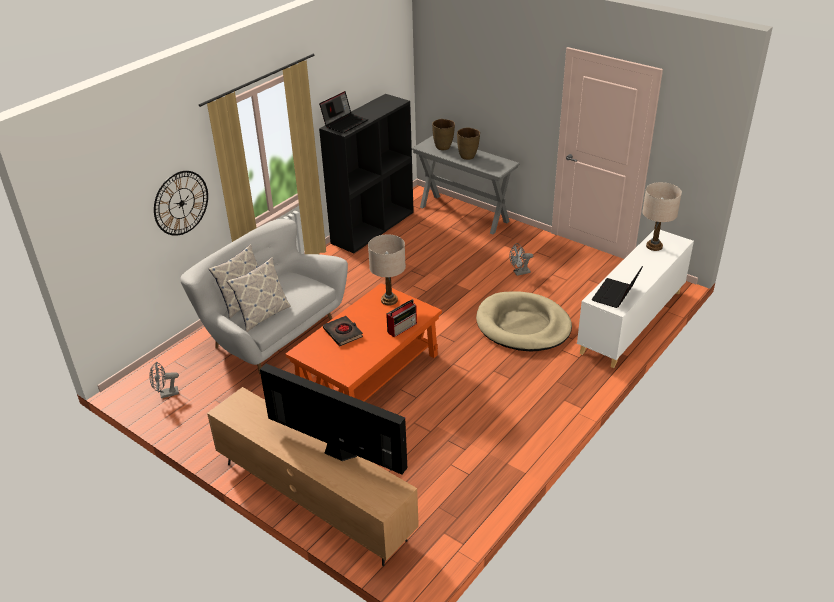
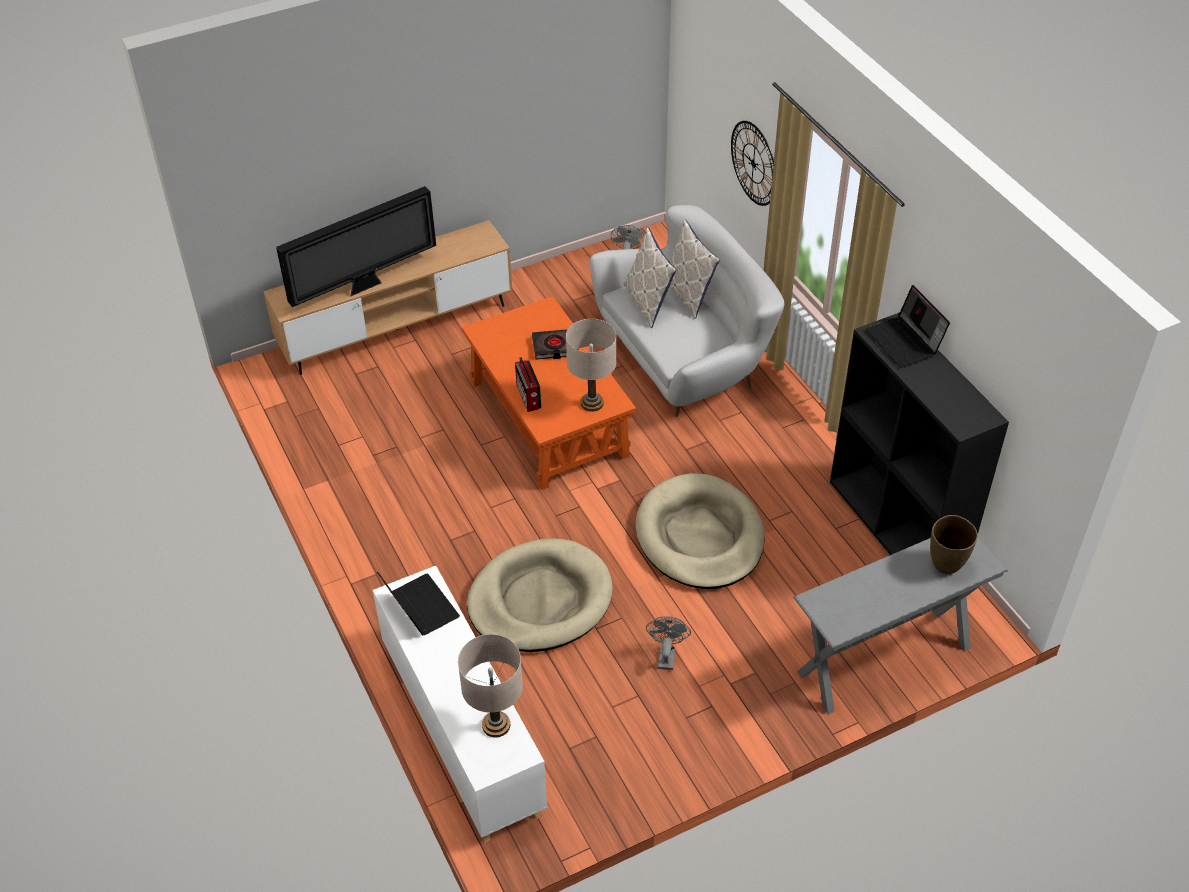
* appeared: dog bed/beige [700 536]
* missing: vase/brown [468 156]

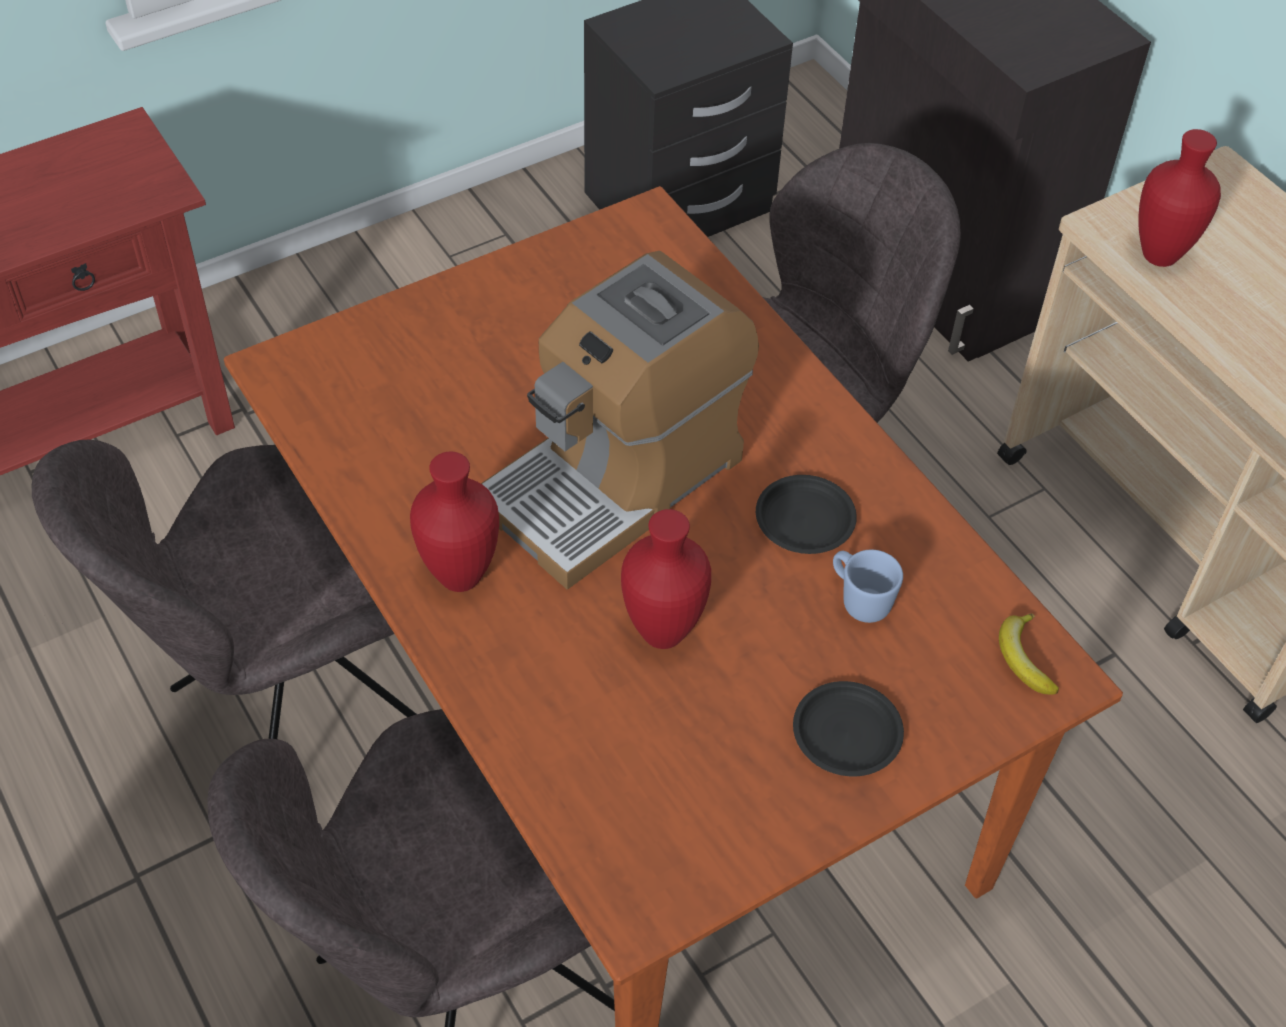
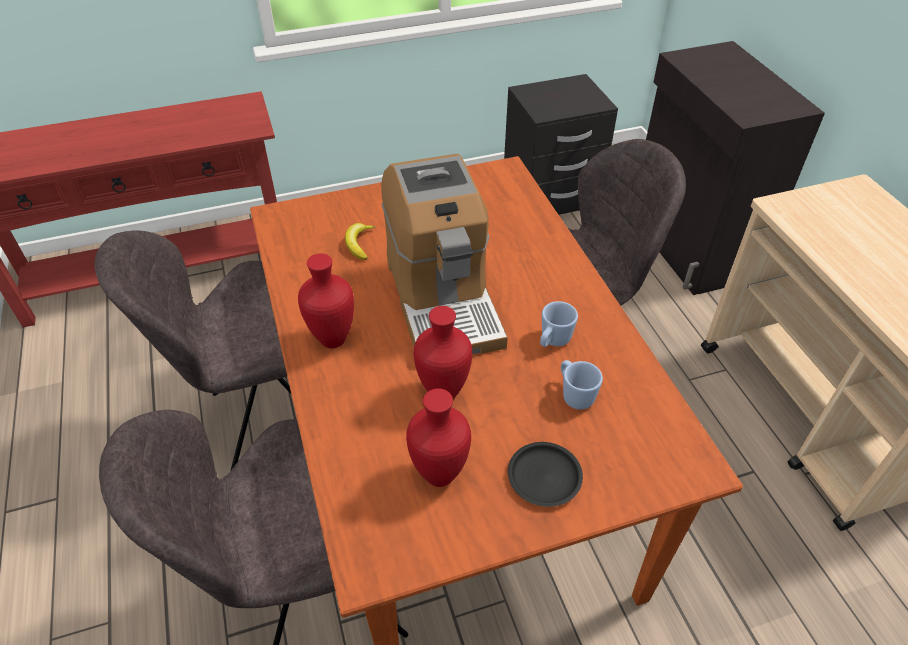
* relocated: banana [1023 658] to [359 244]
* spun: coffee machine [615 480] = [443 301] 75 degrees counterclockwise
* relocated: vase/red [1161 255] to [441 474]
* exchanged: plate/black [805 519] to mug/blue [553 341]

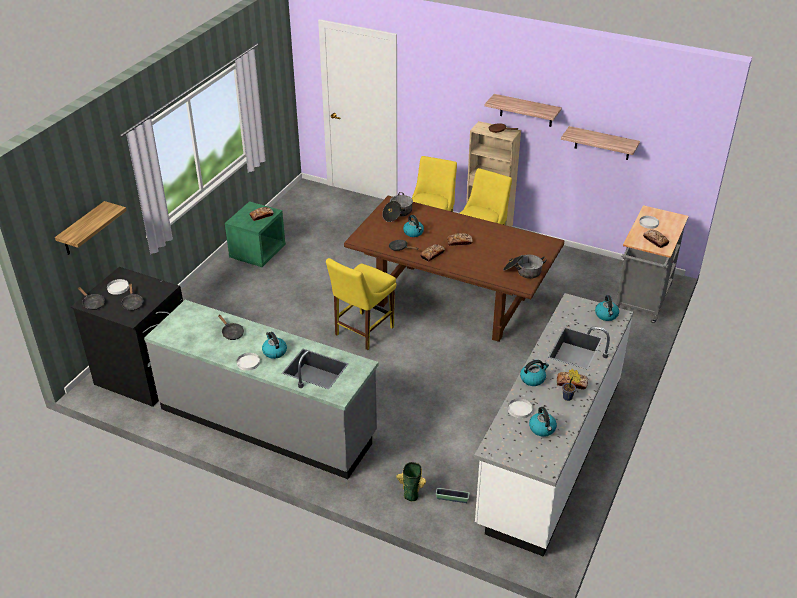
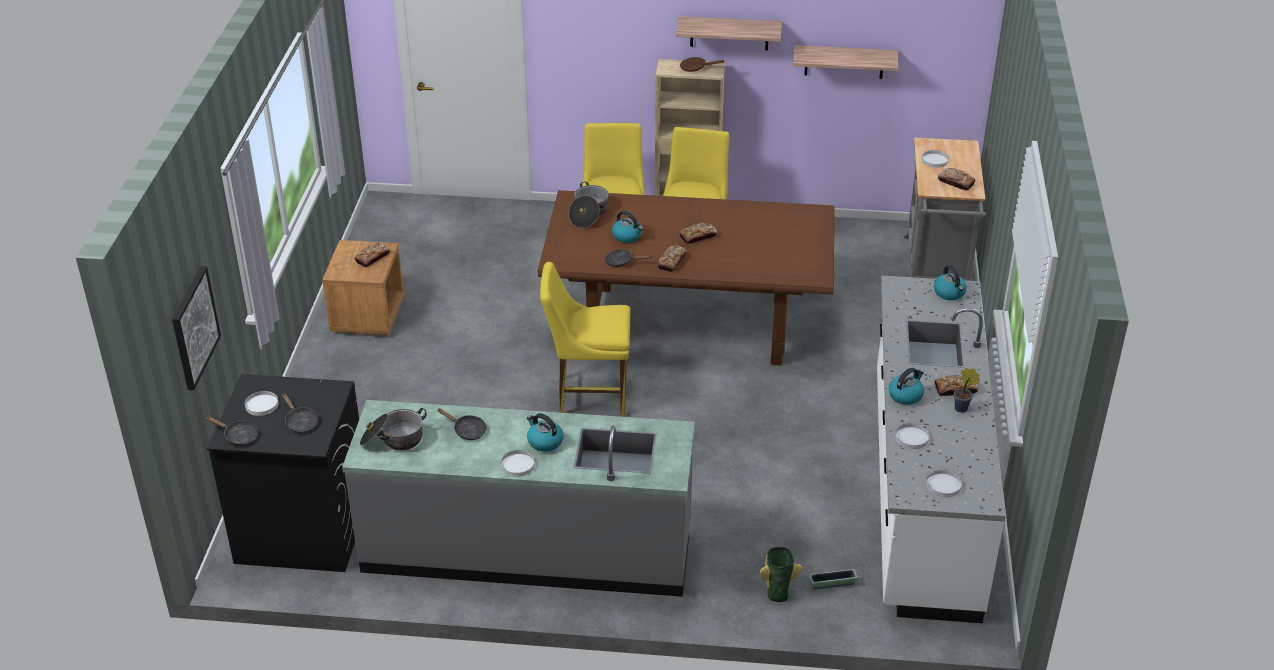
* exchanged: shelf [82 229] to picture [194 327]
* colour: nightstand/green [258 253] to nightstand/brown [367 316]
* relocated: cooking pot [523 271] to [393 439]
* spun: chair/yellow [362 332] = [588 395] 75 degrees clockwise
* appeared: plate/white [944 485]
* missing: kettle [542 429]

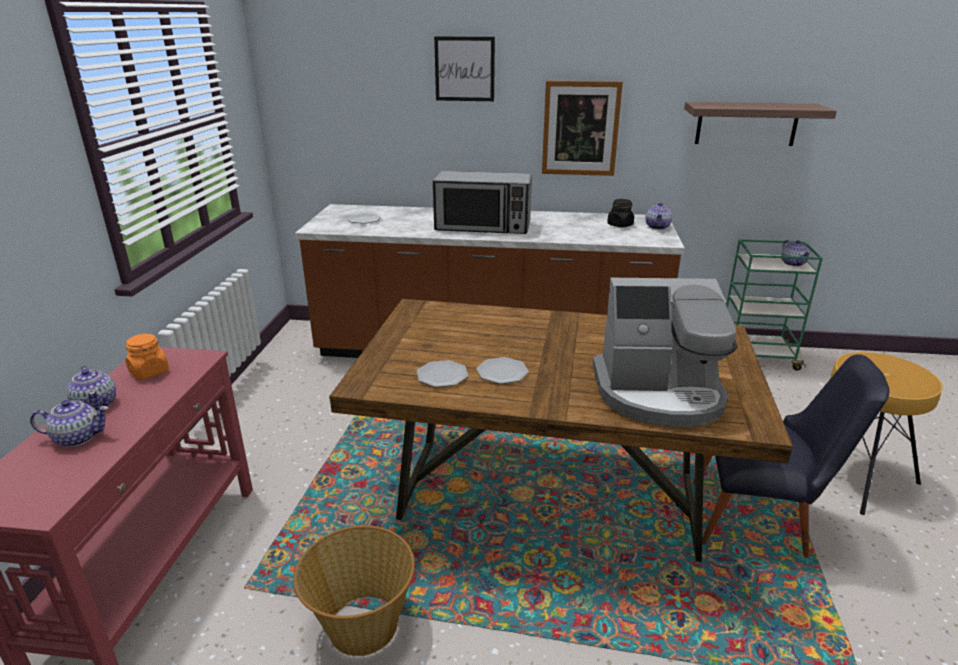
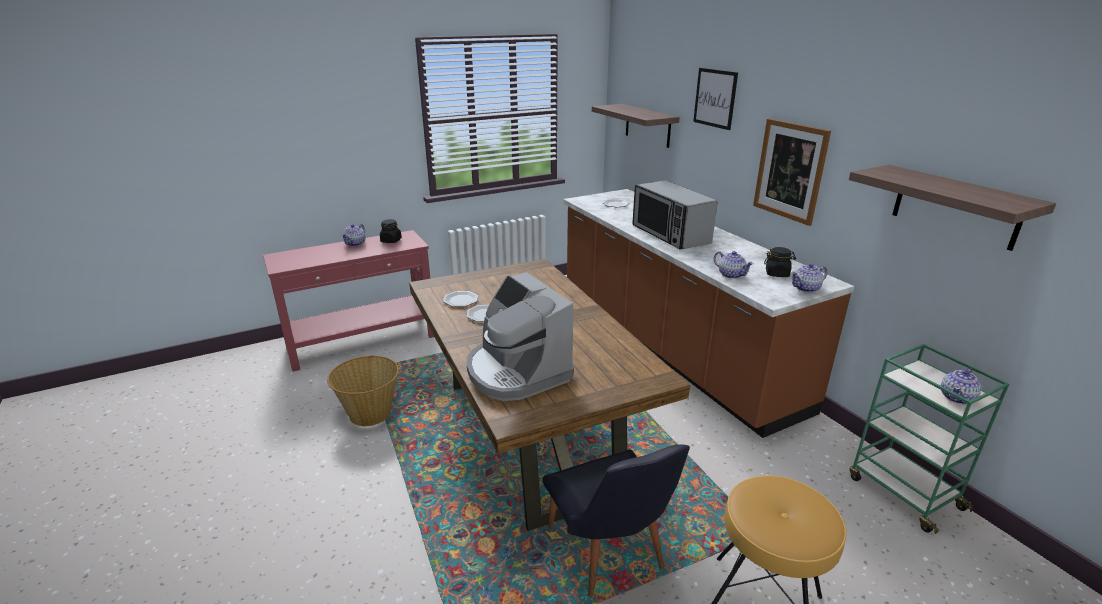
* colour: jar/orange [149 372] to jar/black [391 240]
* appeared: shelf [647 125]
* relocated: teapot [77 437] to [731 275]

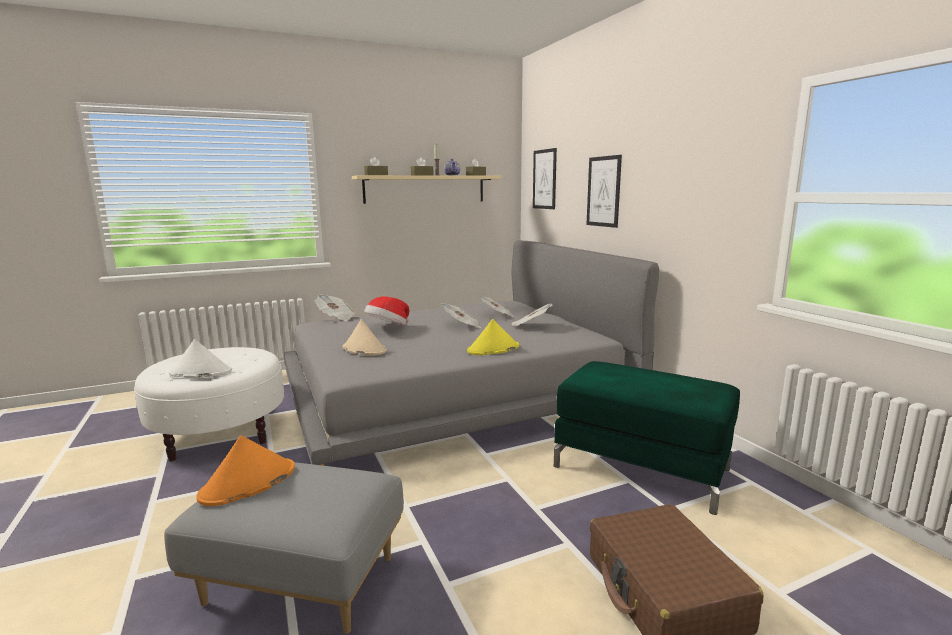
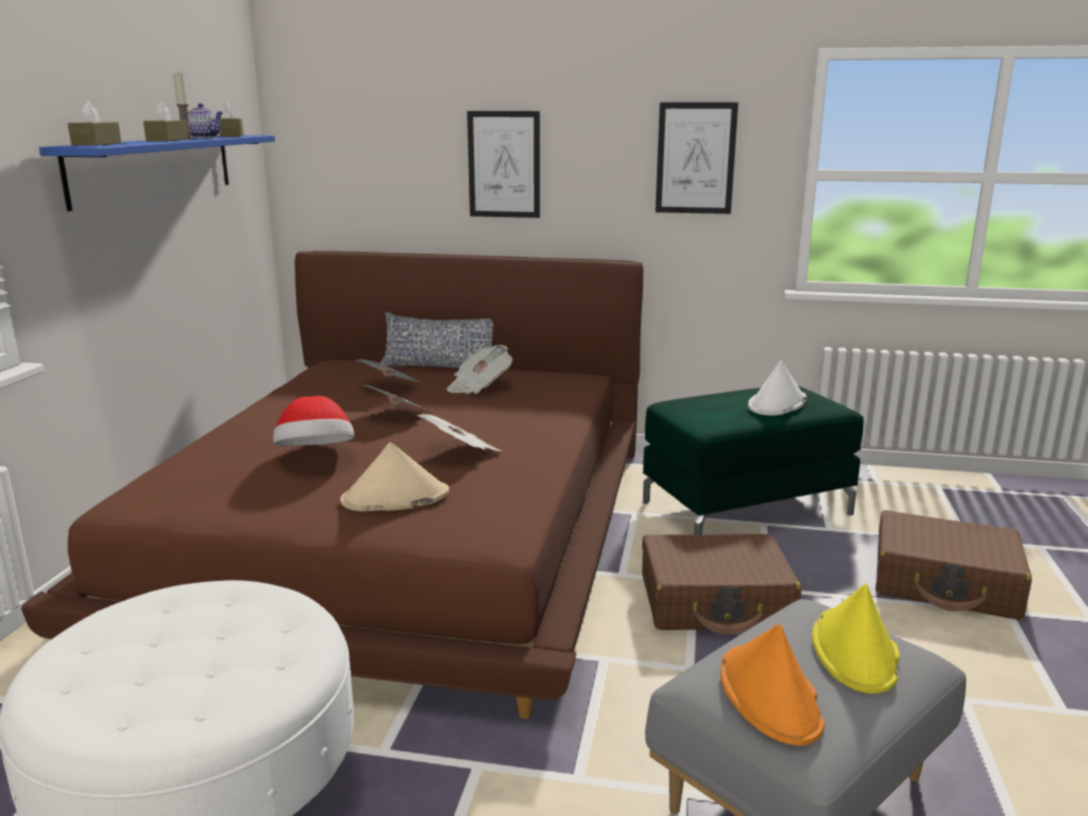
* colour: bed/grey [454 392] to bed/brown [406 532]
* colour: shelf/beige [425 189] to shelf/blue [154 168]
* appeared: pillow [439 366]
* relocated: newspaper [336 317] to [460 453]
* appeared: suitcase/brown [716 602]
* relocated: picture [544 179] to [695 158]
* relocated: hat/white [200 372] to [777 404]
* relocated: hat/yellow [493 349] to [855 651]

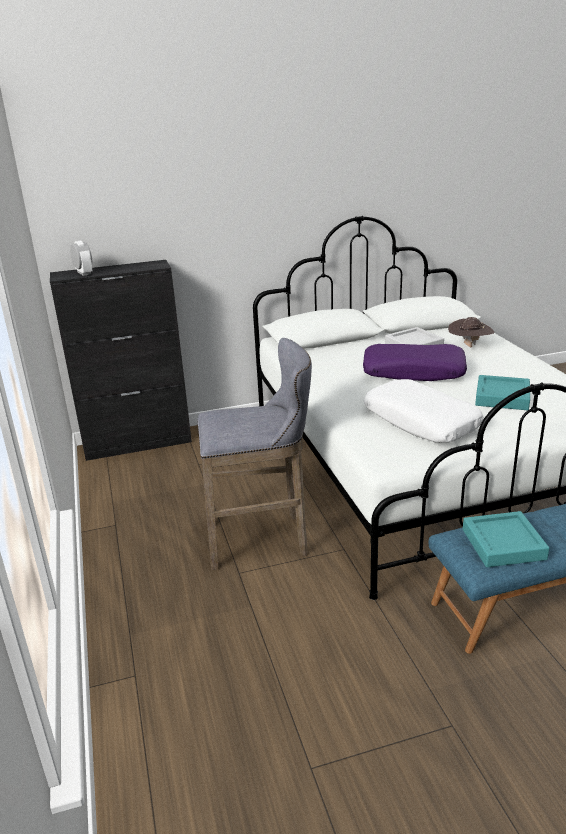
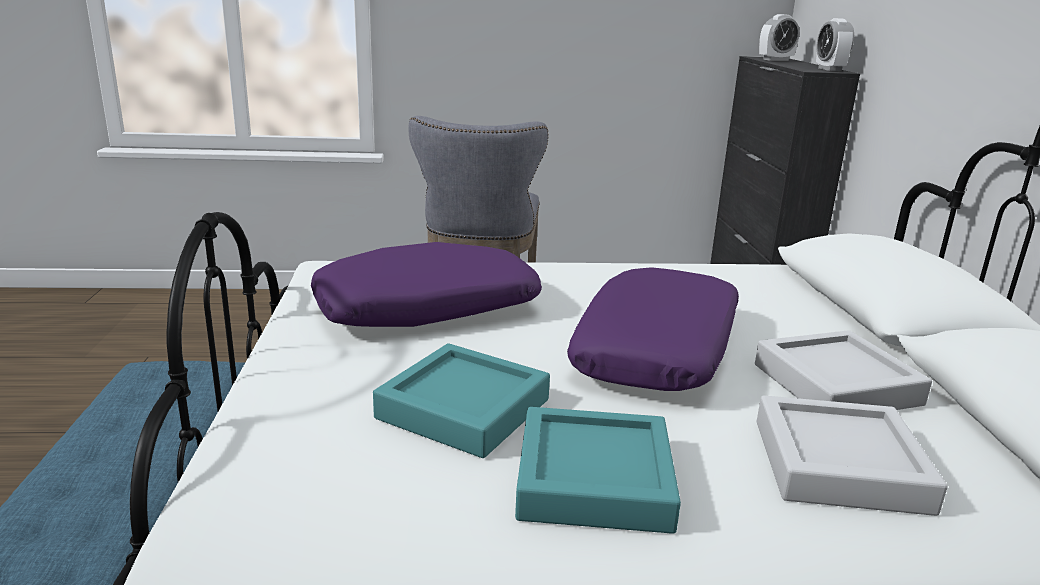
* colour: pillow/white [421 421] to pillow/purple [427 310]
* relocated: tray/turquoise [503 544] to [594 480]
* exchanged: hat/brown [469 347] to tray/grey [839 465]
* appeared: alarm clock [829 69]

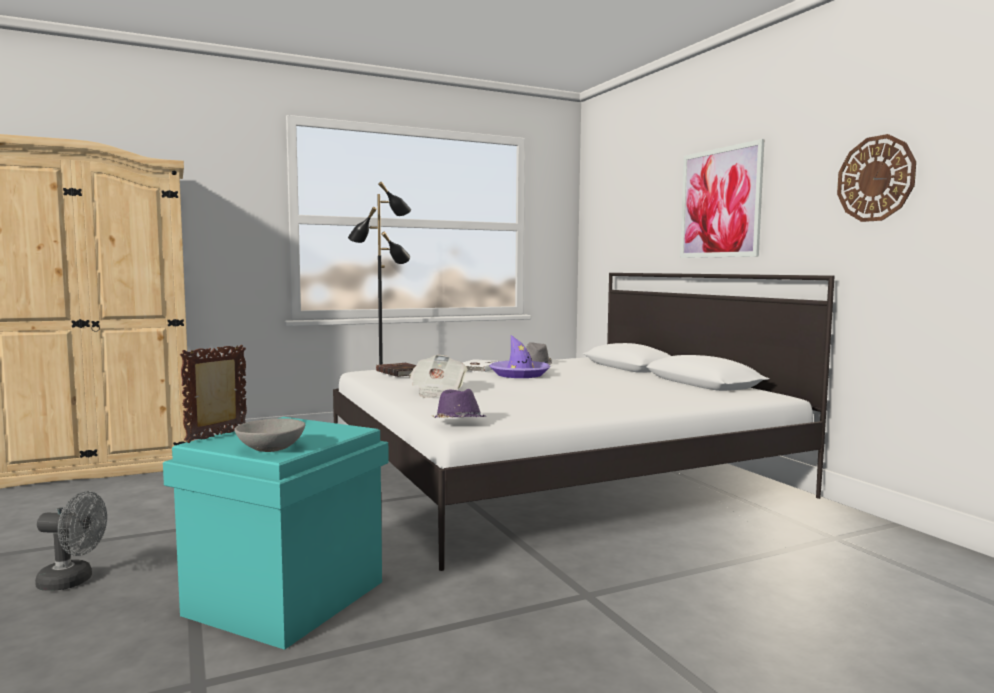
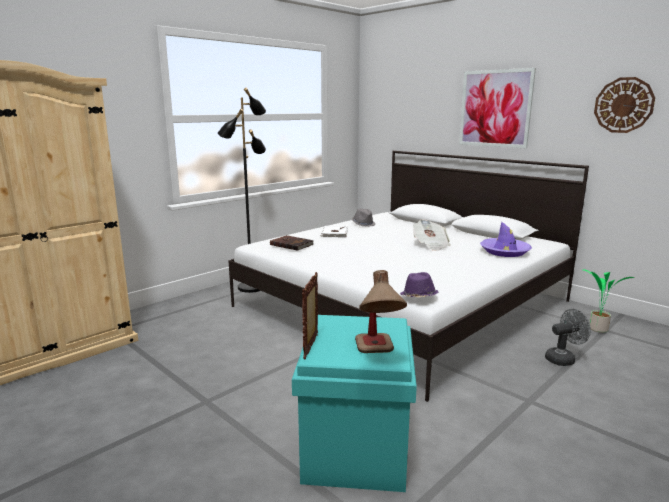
* exchanged: bowl/grey [271 449] to table lamp [378 355]
* relocated: newspaper [437 392] to [430 245]
* relocated: hat/purple [519 374] to [504 251]
* relocated: fan/grey [73 581] to [563 359]
* appeared: potted plant [597 329]

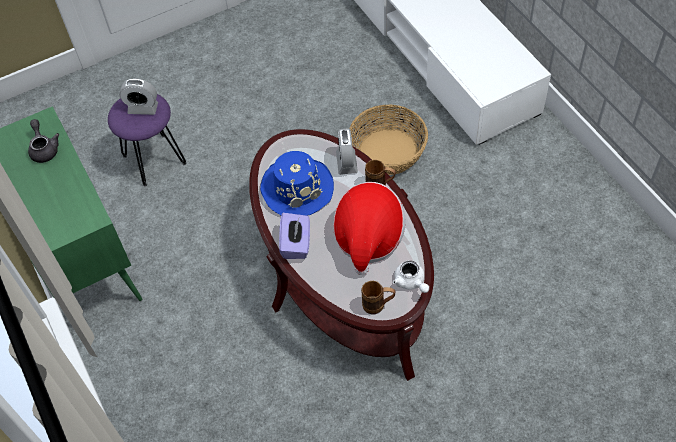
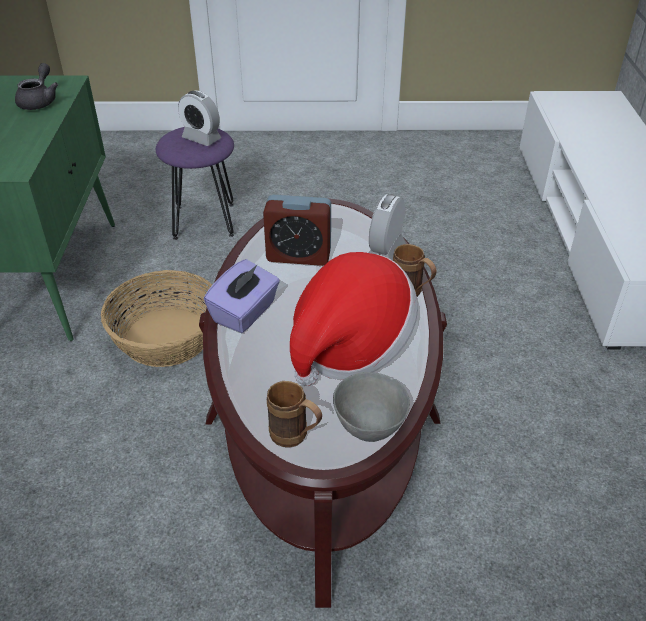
* relocated: basket [388 151] to [167 336]
* exchanged: hat/blue [297 188] to alarm clock [298 256]
* exchanged: teapot/white [411 282] to bowl/grey [370 429]

